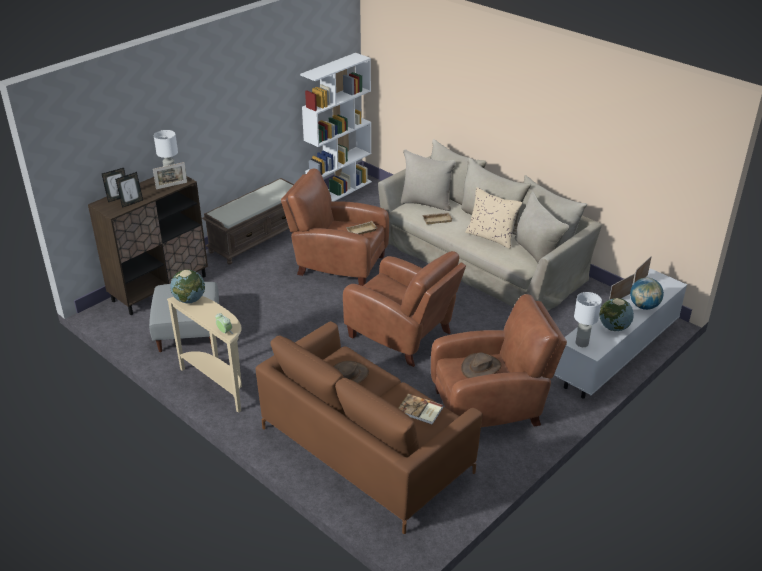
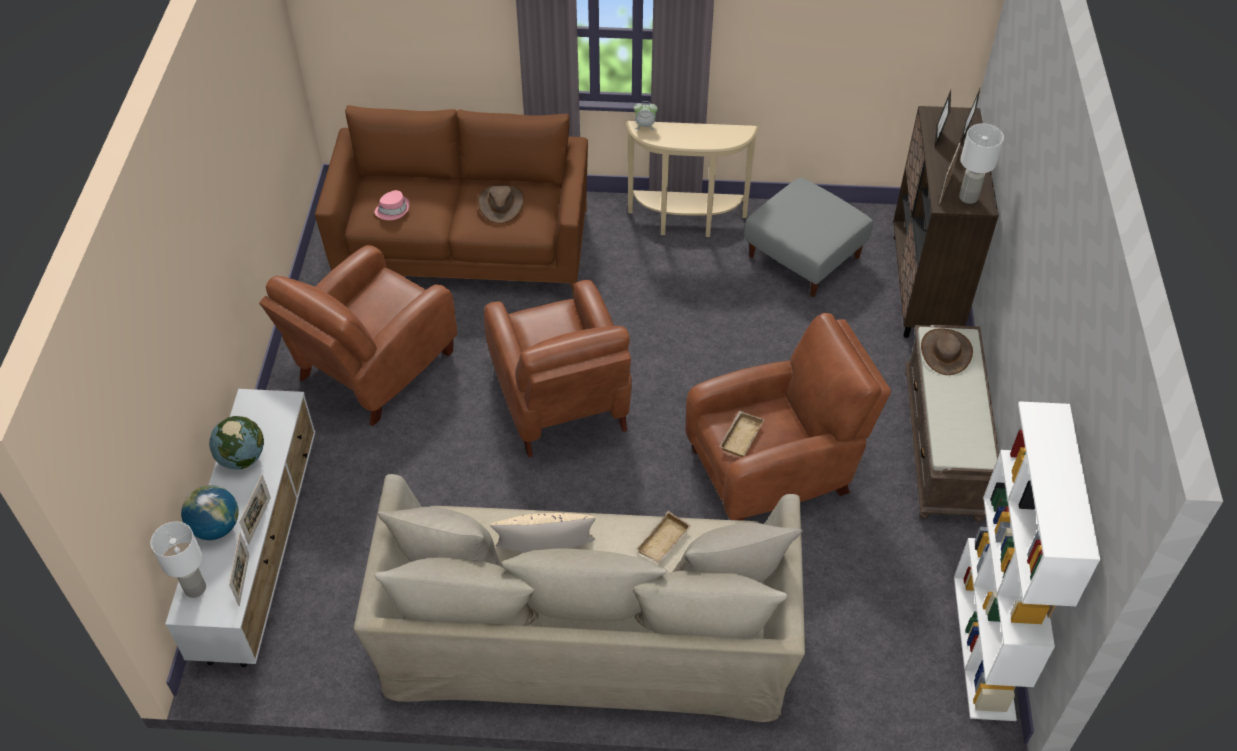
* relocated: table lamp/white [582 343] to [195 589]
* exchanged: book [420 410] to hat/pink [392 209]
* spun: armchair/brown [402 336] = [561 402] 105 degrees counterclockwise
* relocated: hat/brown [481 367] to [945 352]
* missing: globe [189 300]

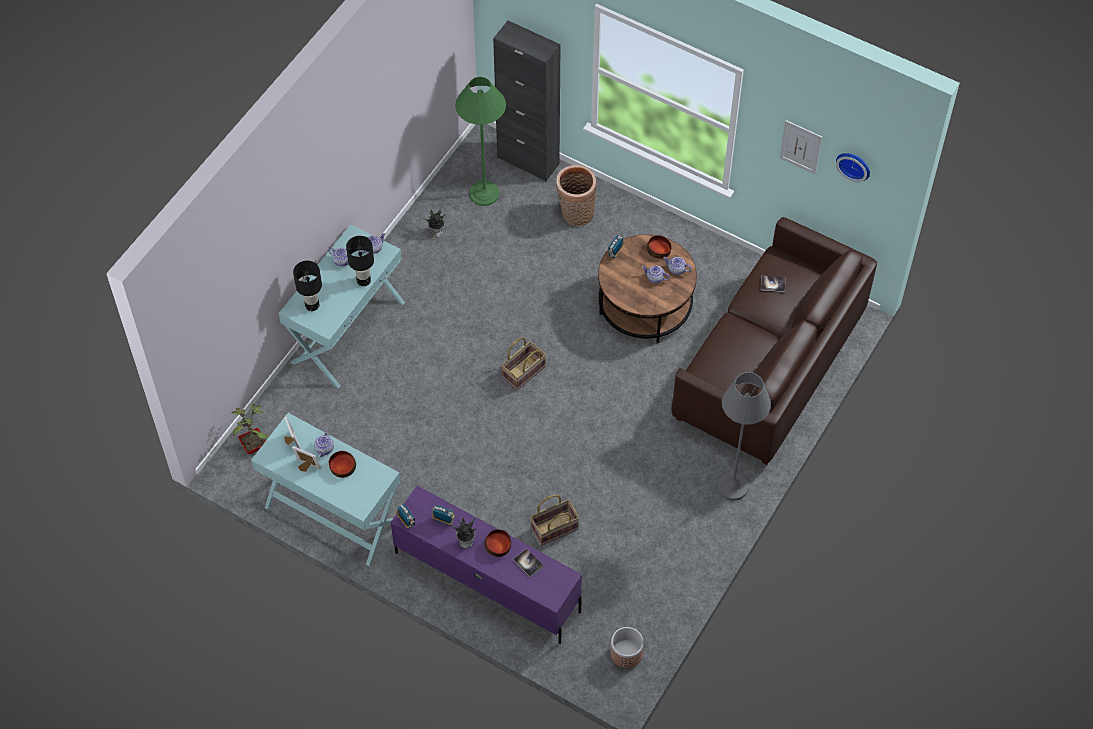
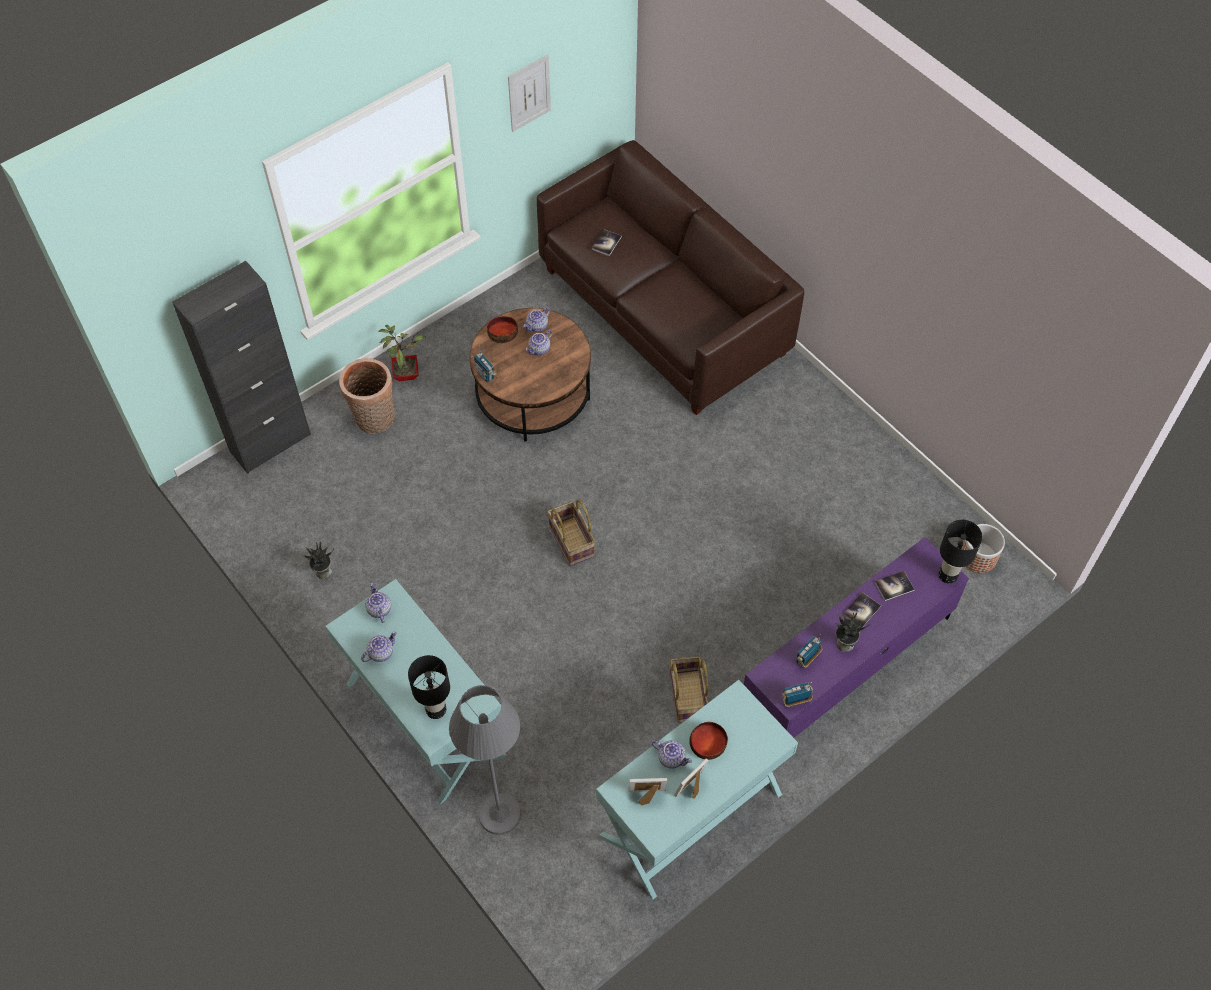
* relocated: potted plant [255 445] to [406 373]
* relocated: floor lamp/grey [732 486] to [499 814]
* relocated: basket [554 528] to [686 696]
* exchanged: bowl [498 546] to book [861 611]
* relocated: table lamp/black [364 280] to [947 575]
* missing: floor lamp/green [484 193]
* missing: wall clock [854 164]

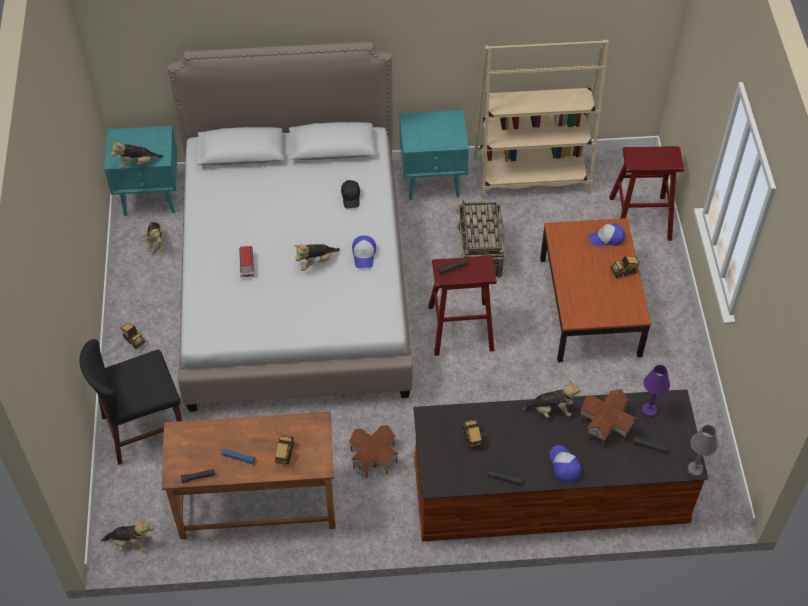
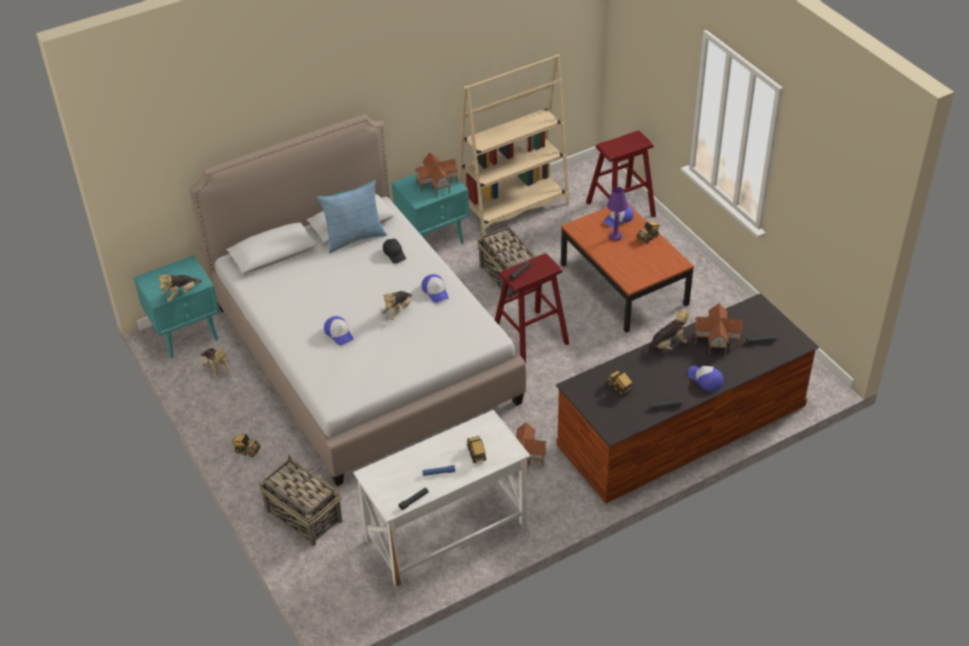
* exchanged: chair/black [144 428] to basket [303 515]
* appeared: pillow [354 238]
* exchanged: toy car [247 265] to cap [339 334]
* colour: desk/brown [257 504] to desk/white [446 532]
* appeared: toy house [437 183]
* relocated: table lamp/purple [649 410] to [615 236]
* missing: plush toy [130 543]
* missing: table lamp/grey [695 469]

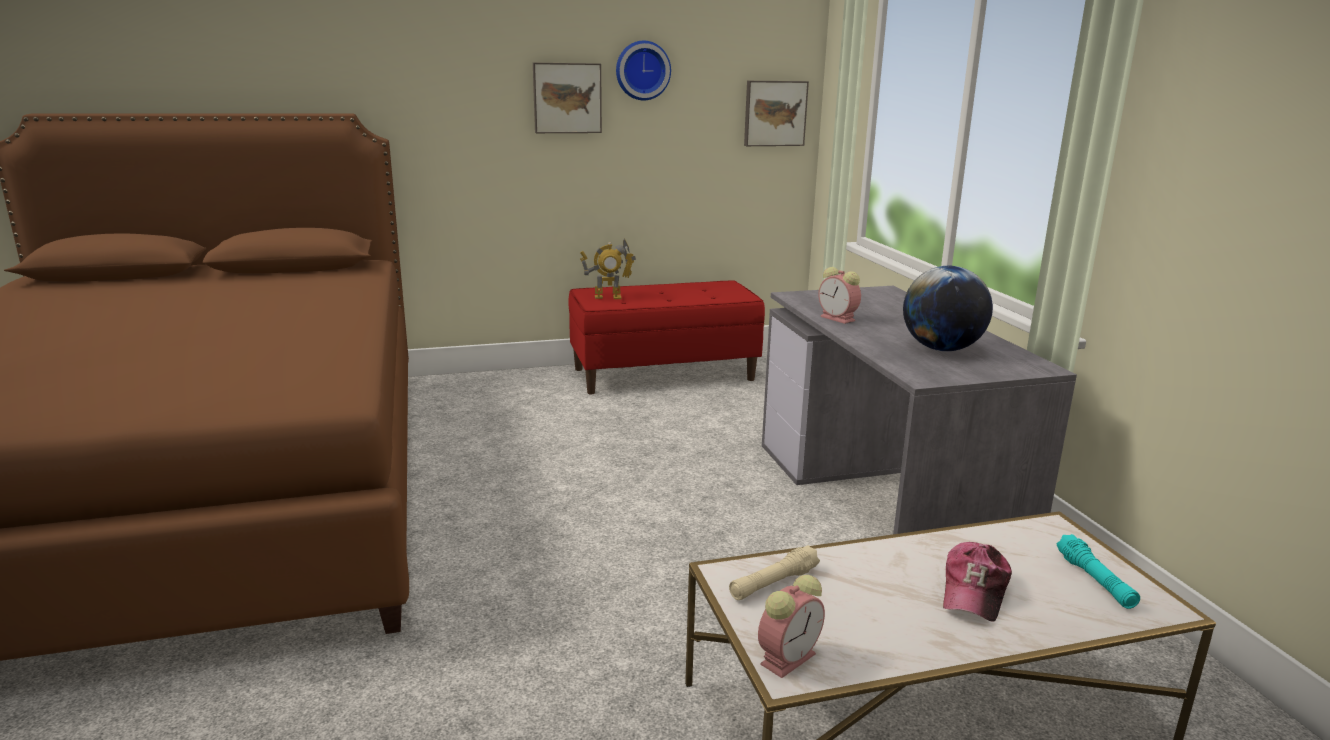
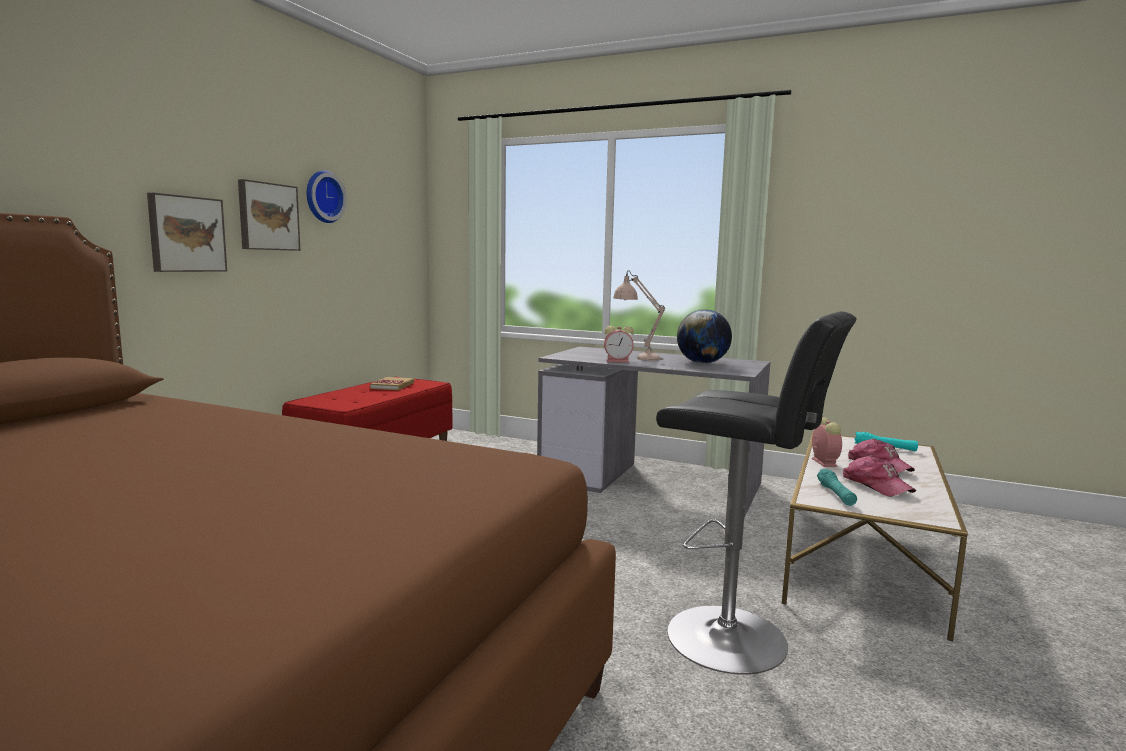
* relocated: picture [774 113] to [186 234]
* appeared: book [392 386]
* appeared: table lamp/beige [637 357]
* appeared: stool/black [736 640]
* relocated: alarm clock [789 657] to [823 462]
* colour: flashlight/beige [773 583] to flashlight/turquoise [836 494]
* appeared: cap [876 486]
* missing: toy robot [608 297]

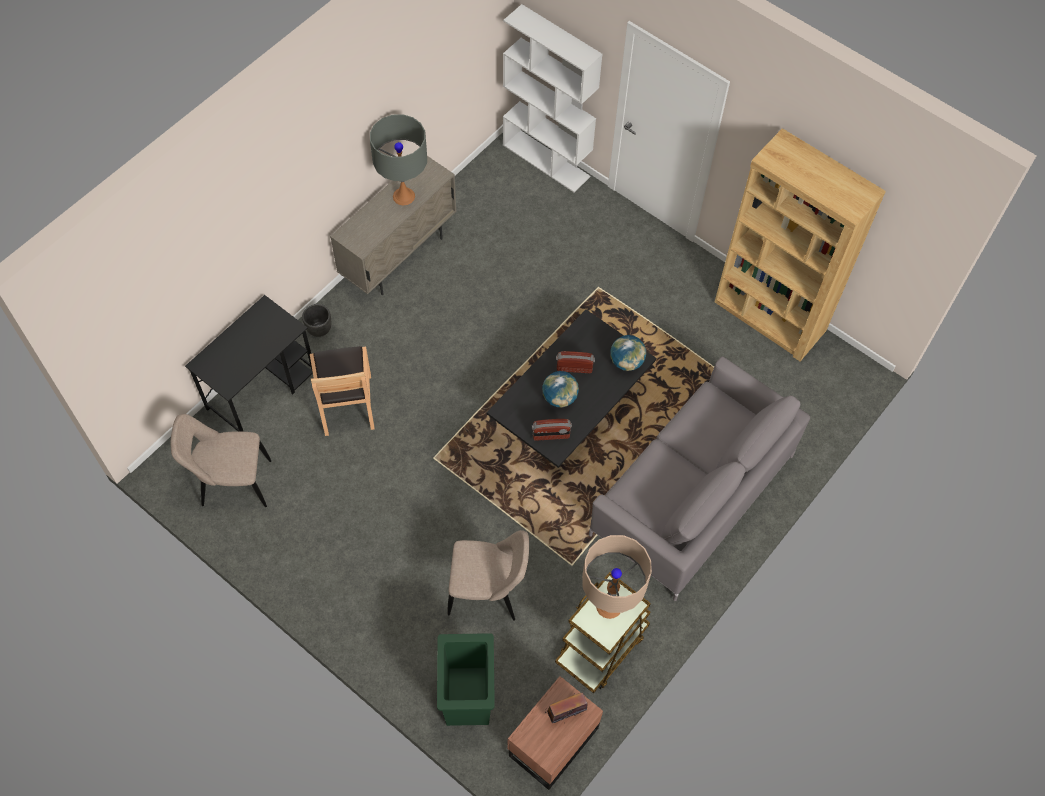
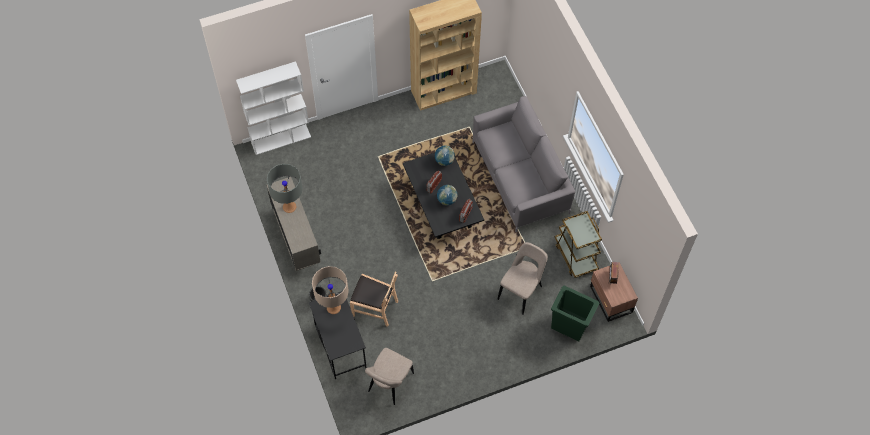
* relocated: table lamp/beige [609 606] to [333 307]

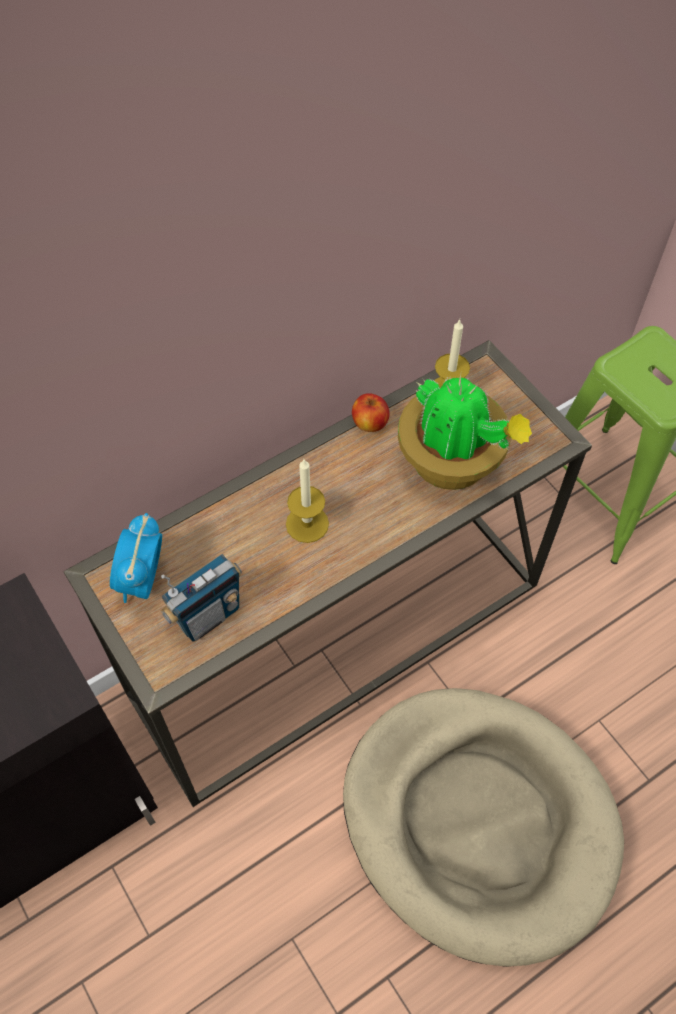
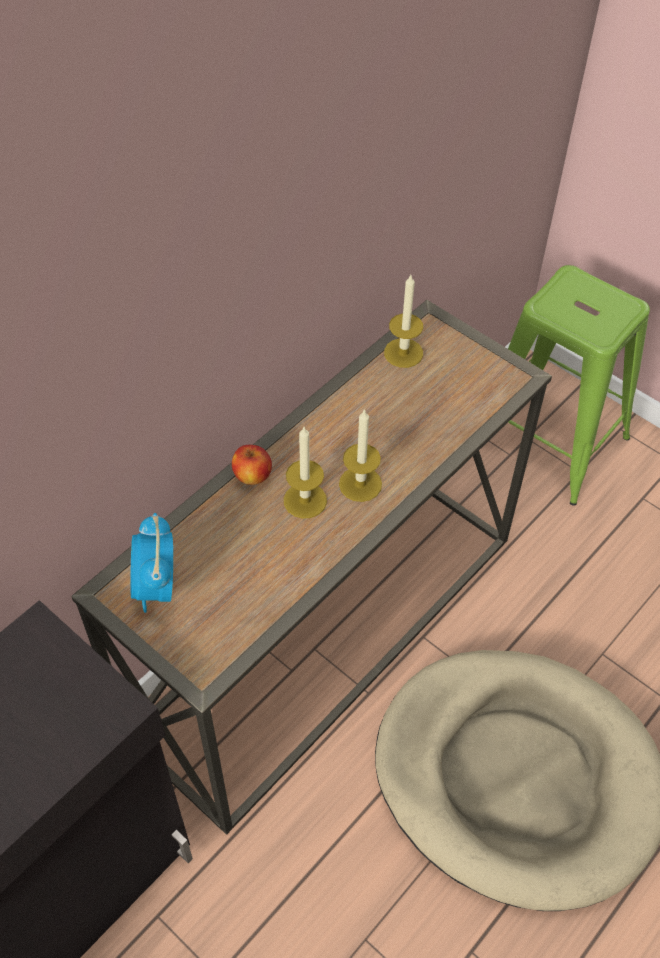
* relocated: apple [370 424] to [252 476]
* appeared: candle [360 484]
* missing: radio [207 615]
* missing: potted plant [453 463]

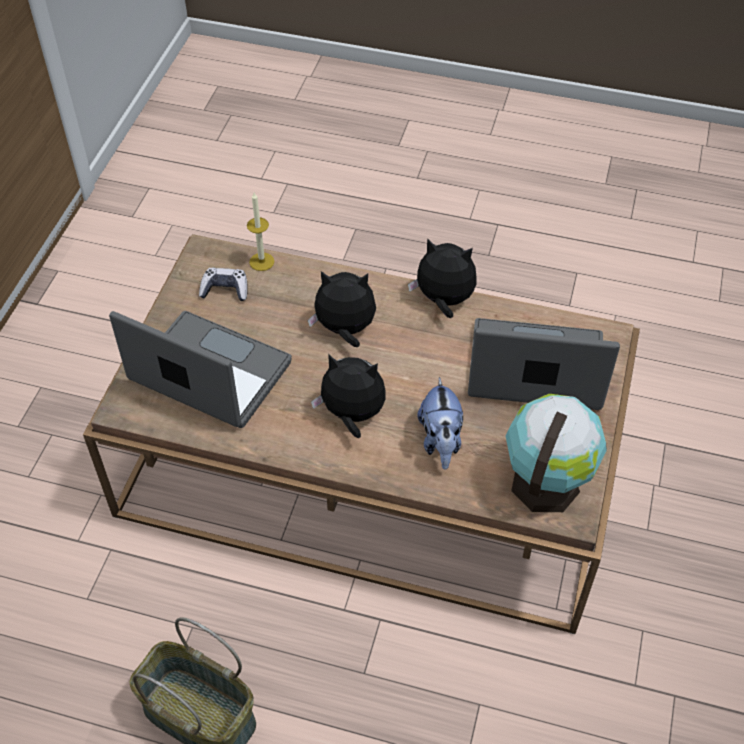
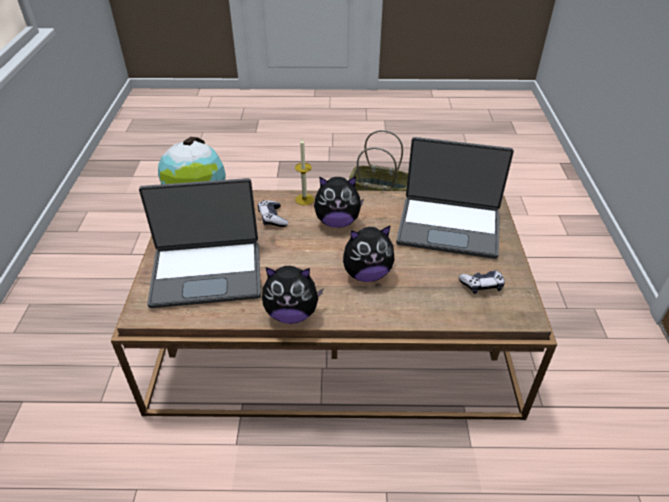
* exchanged: plush toy [440 441] to game controller [272 218]
* relocated: candle [261 261] to [304 199]

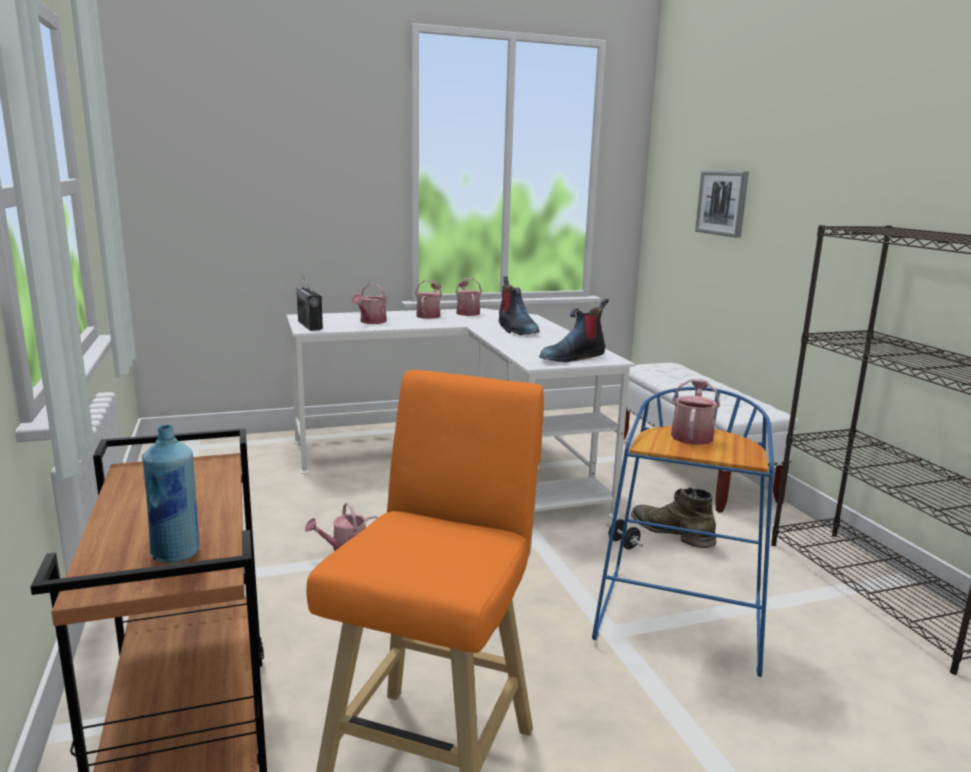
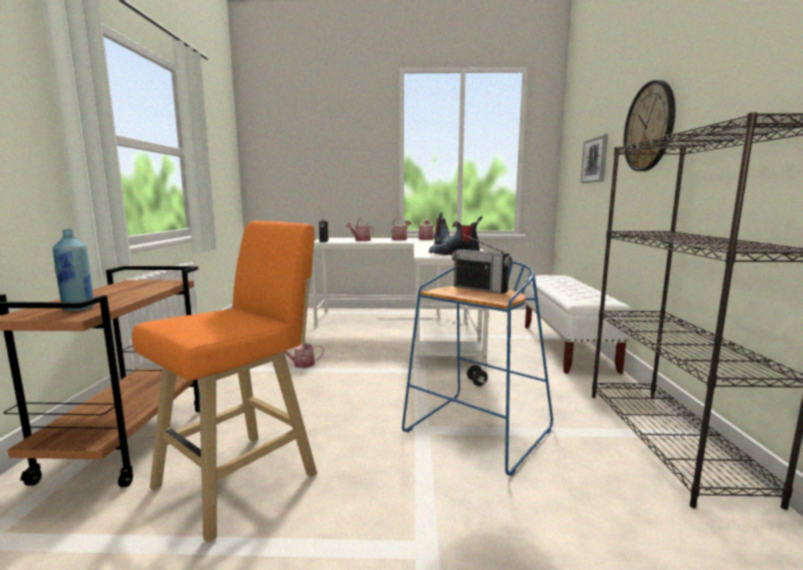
* exchanged: watering can [692 435] to radio [480 289]
* appeared: wall clock [649 127]
* missing: boot/green [671 531]

